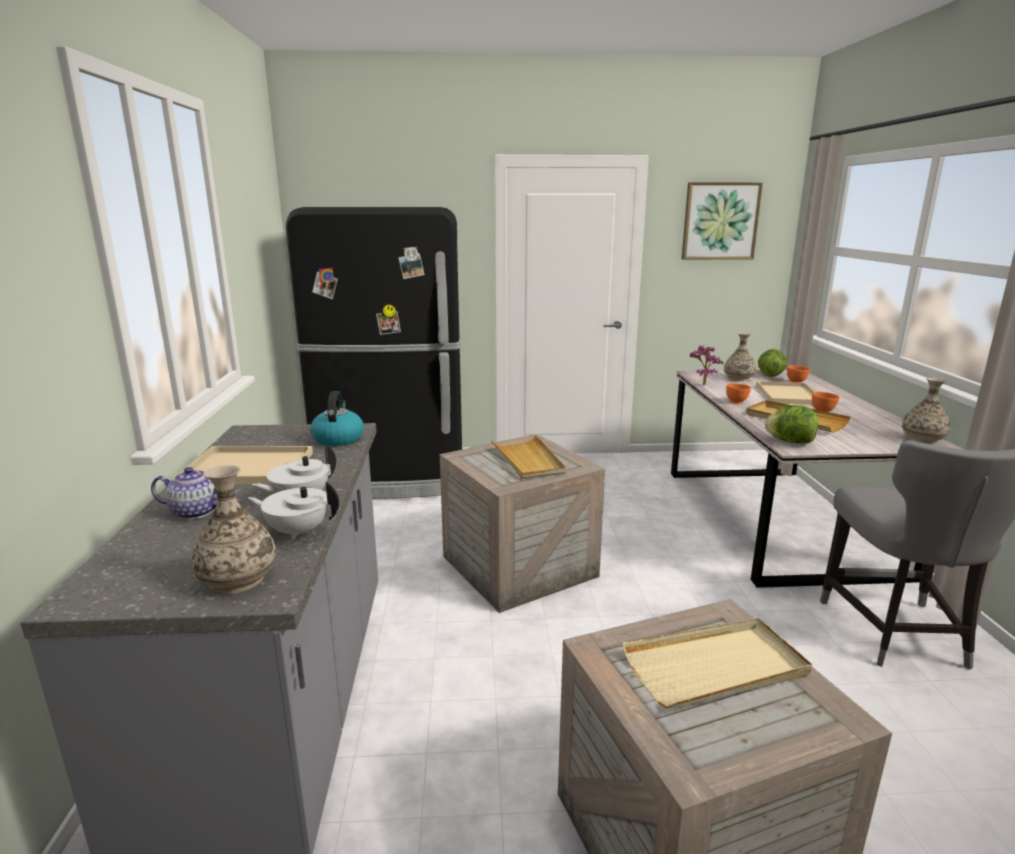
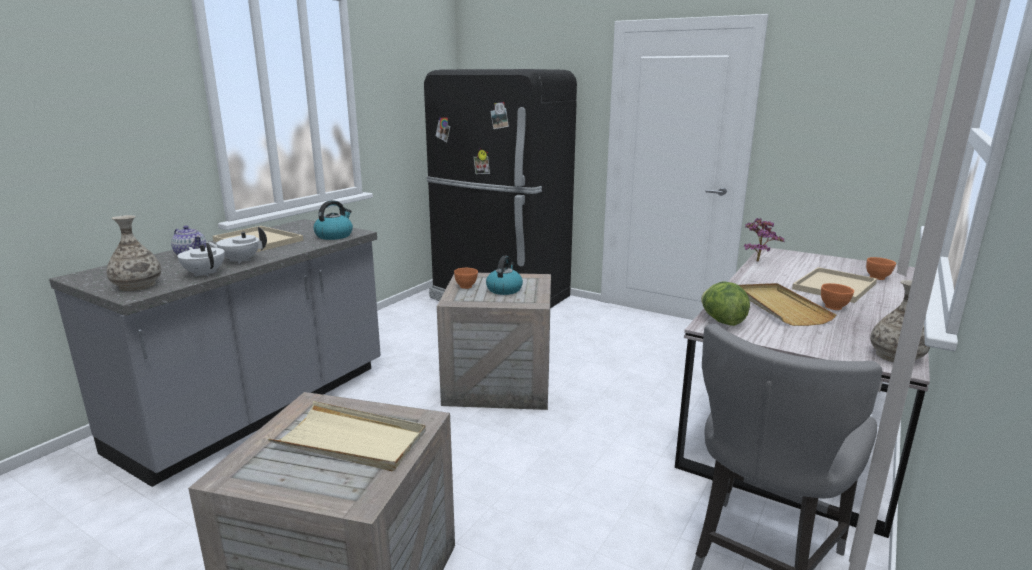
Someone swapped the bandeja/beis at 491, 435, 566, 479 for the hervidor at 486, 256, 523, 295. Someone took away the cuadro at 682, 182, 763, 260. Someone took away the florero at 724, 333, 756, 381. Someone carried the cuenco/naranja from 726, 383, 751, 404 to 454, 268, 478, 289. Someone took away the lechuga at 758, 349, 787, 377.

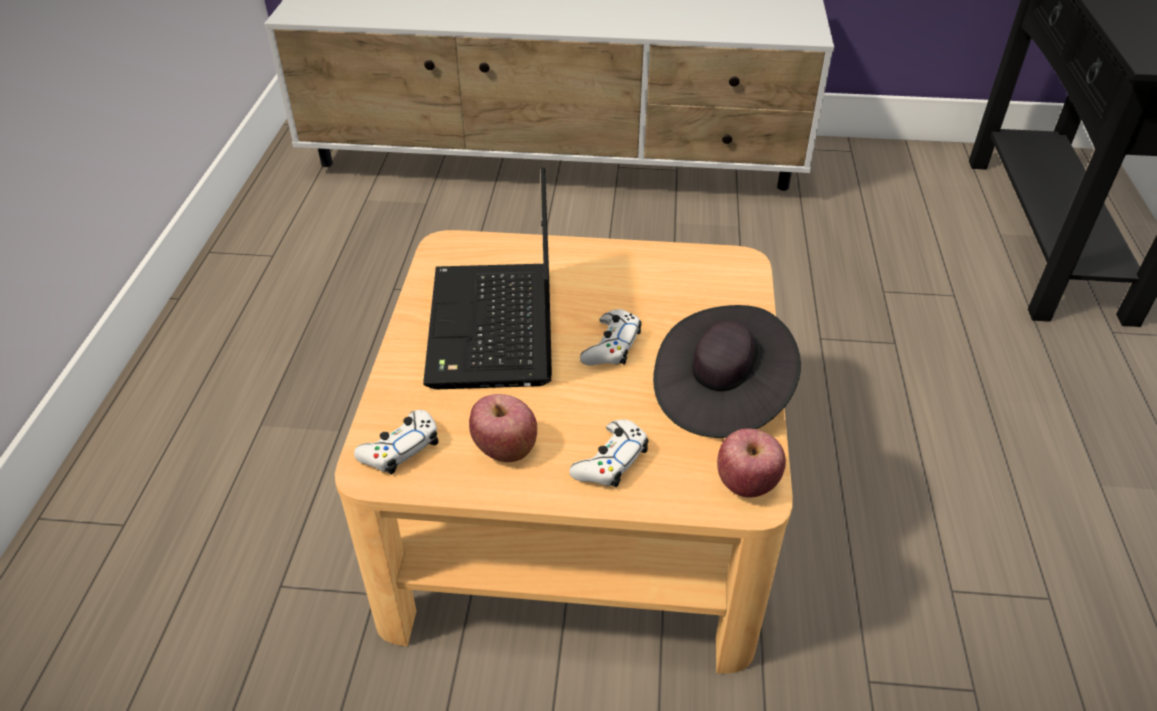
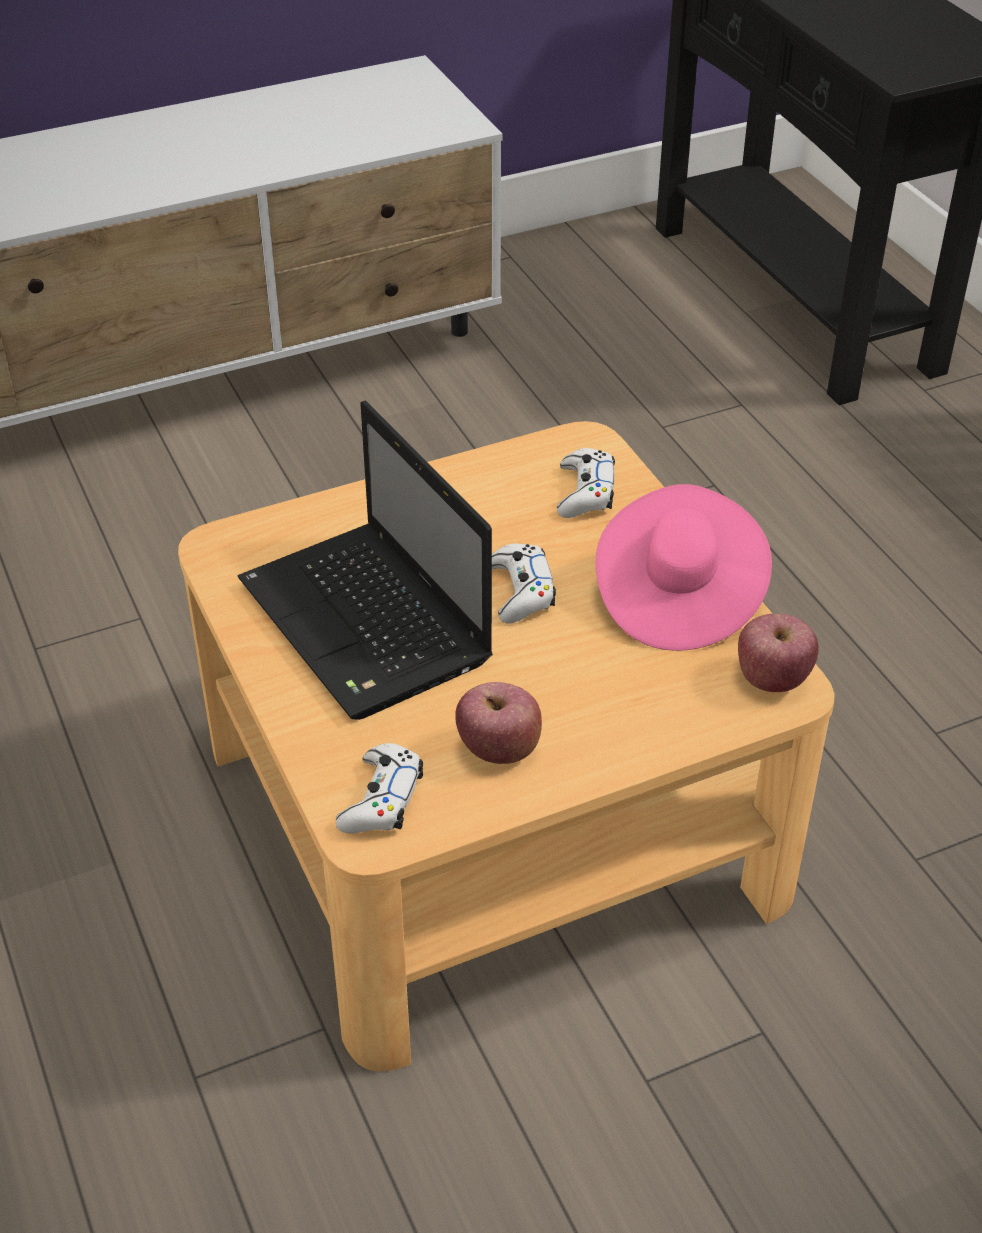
Someone carried the mando de consola/blanco from 569, 420, 649, 487 to 557, 448, 615, 518. Someone repainted the sombrero/negro at 653, 305, 801, 438, which became the sombrero/rosa at 595, 484, 772, 651.

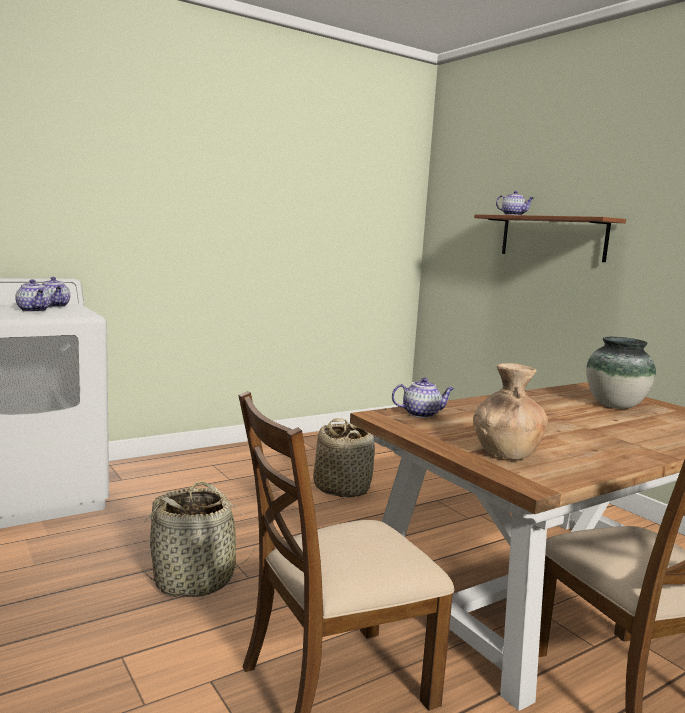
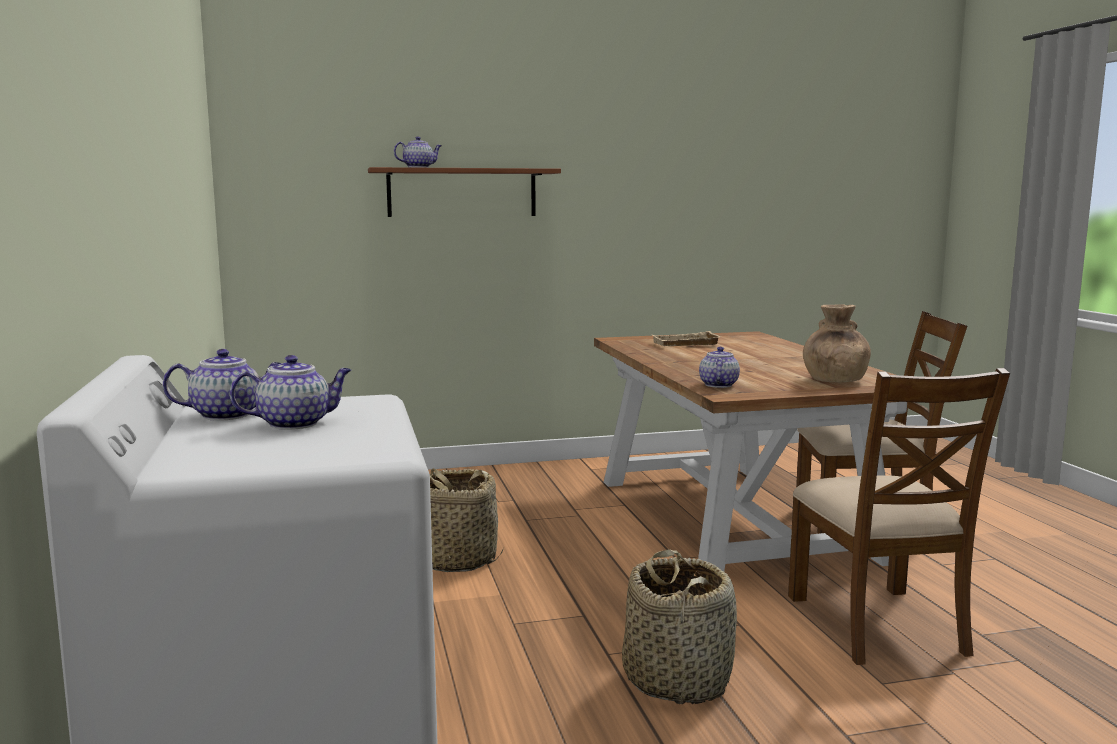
Someone swapped the florero at 586, 337, 656, 409 for the bandeja/beis at 653, 331, 721, 346.

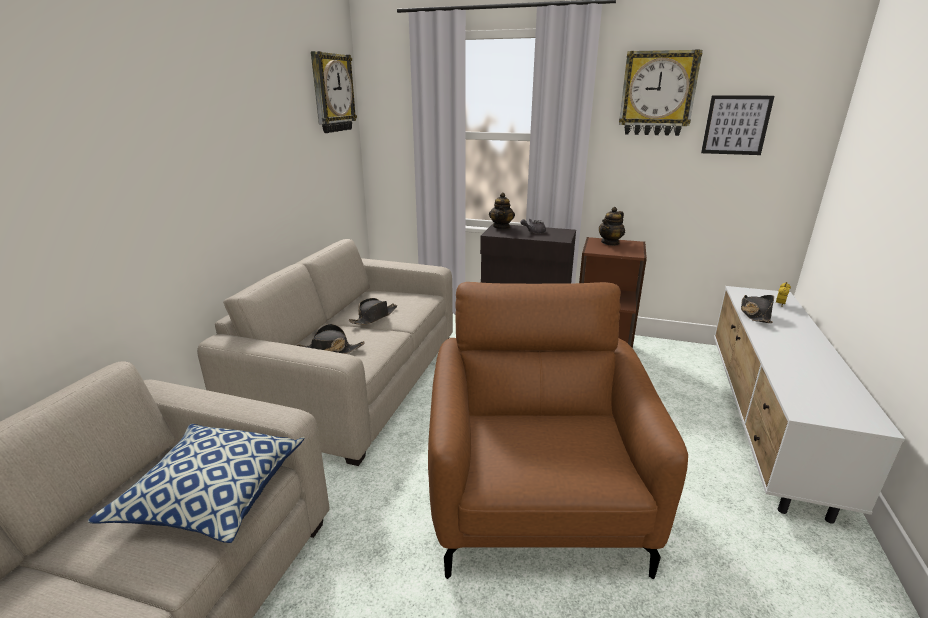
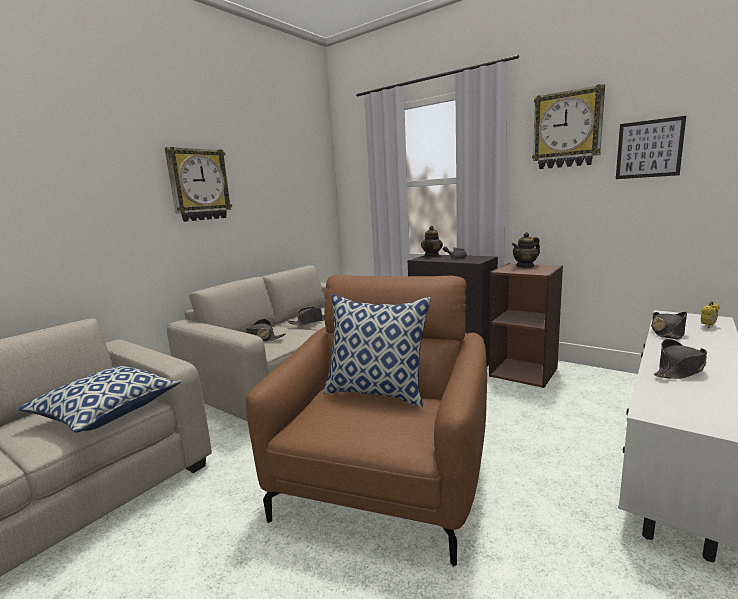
Someone carried the reloj de pared from 311, 51, 357, 133 to 165, 147, 232, 222. Someone put down the cojín at 324, 294, 431, 407. Someone put down the sombrero/negro at 654, 339, 707, 379.

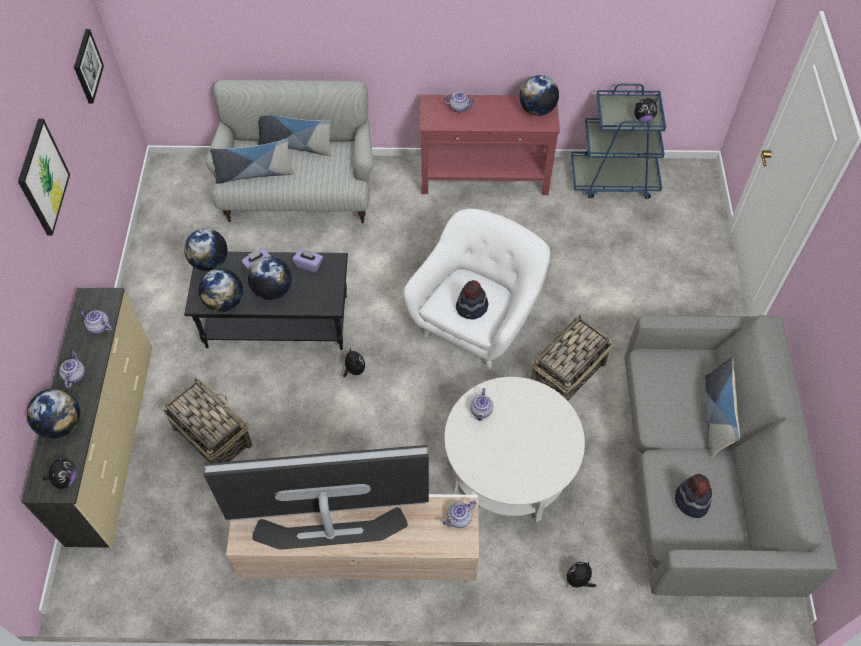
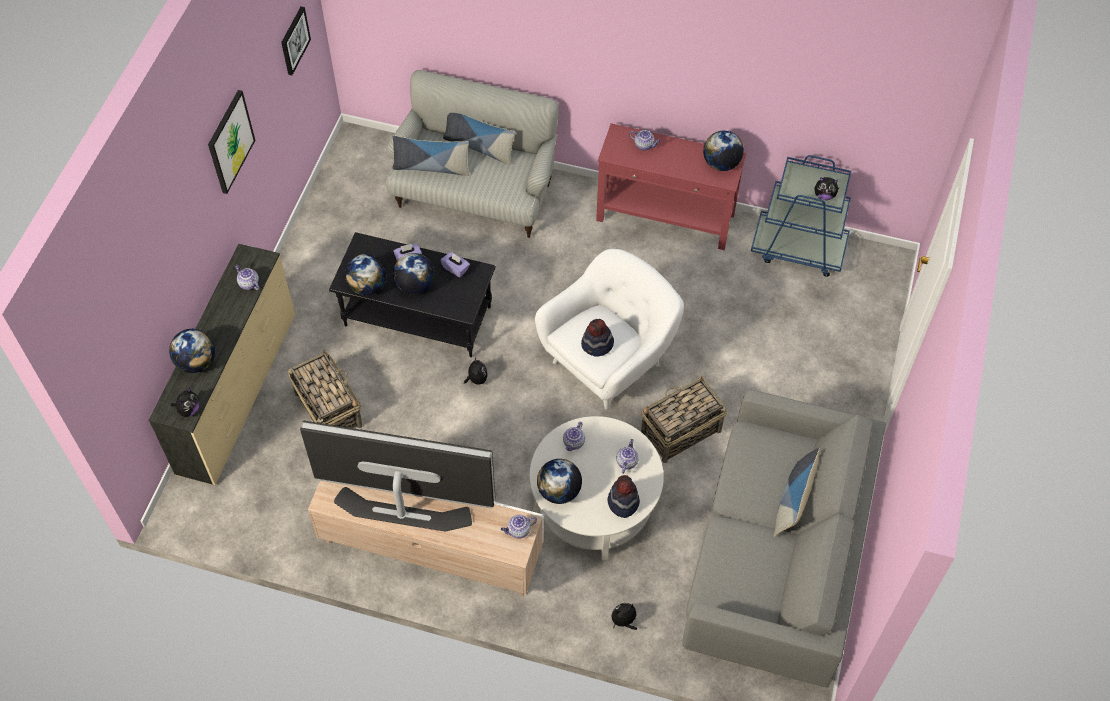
Someone carried the tetera from 59, 350, 85, 388 to 616, 439, 639, 474. Someone carried the globo terráqueo from 184, 229, 228, 271 to 537, 459, 582, 504. Someone carried the sombrero from 675, 474, 712, 518 to 608, 475, 640, 518.

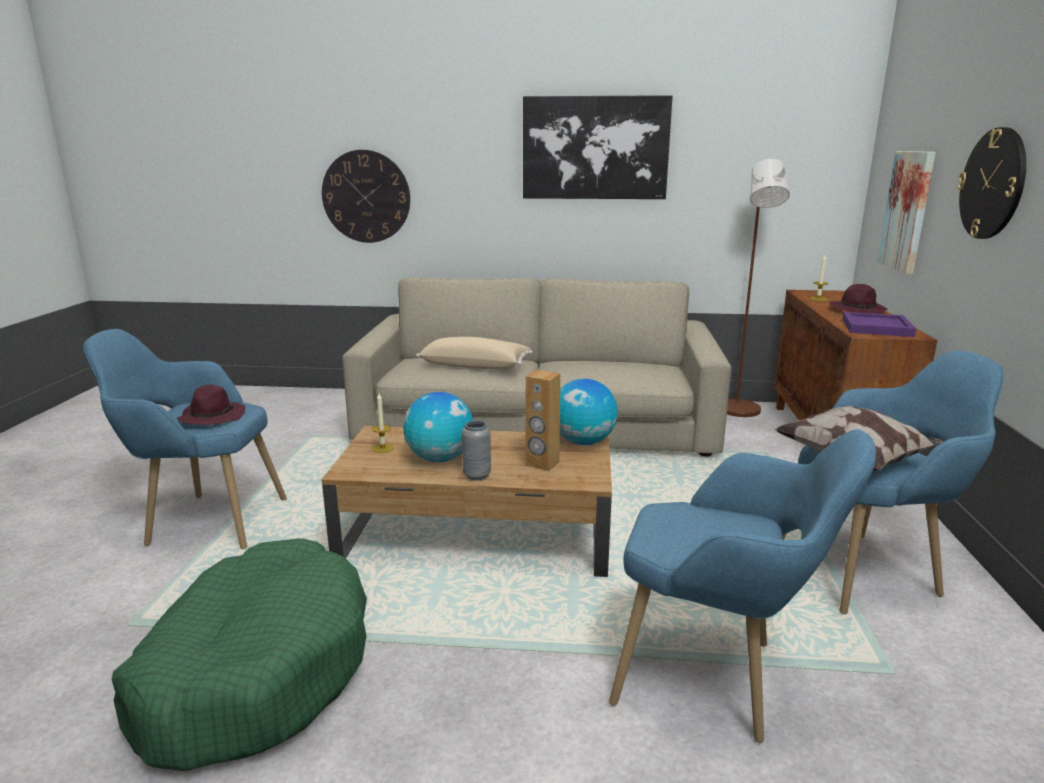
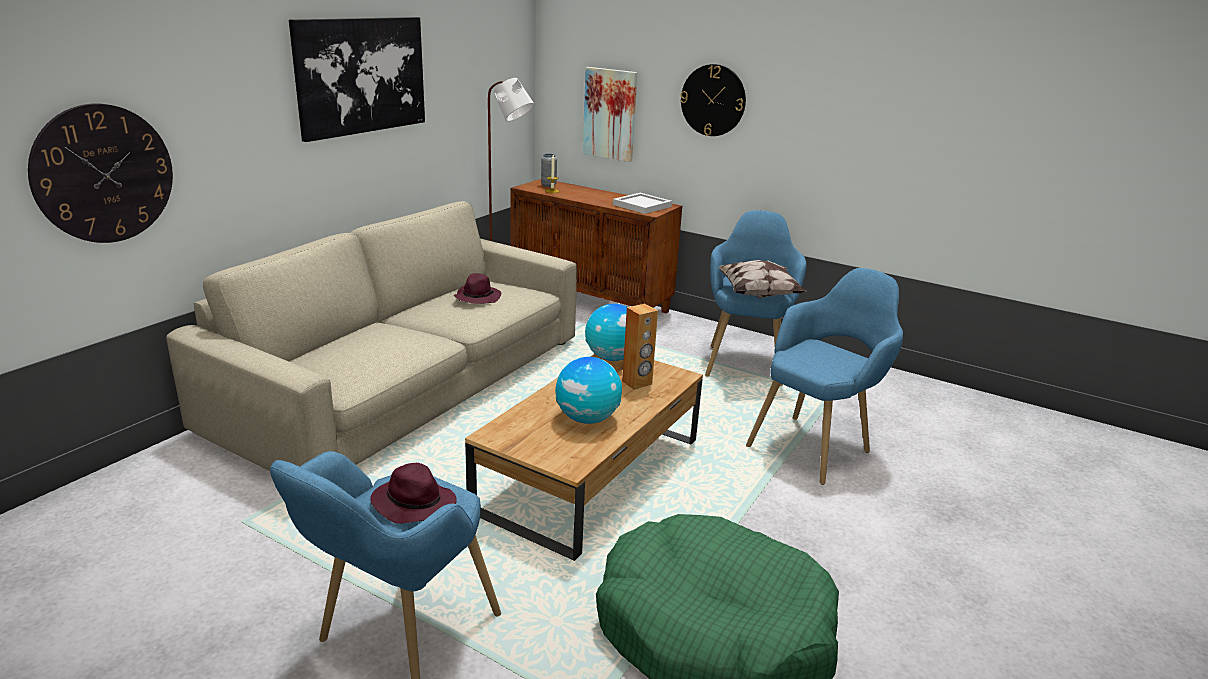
Someone took away the vela at 372, 393, 394, 453. Someone took away the cojín/beis at 416, 337, 533, 369. Someone carried the florero/gris from 462, 421, 491, 481 to 541, 153, 557, 187. Someone carried the sombrero/morado from 829, 284, 887, 314 to 454, 273, 501, 304. Someone repainted the bandeja/morado at 842, 312, 916, 337, which became the bandeja/blanco at 613, 193, 672, 214.

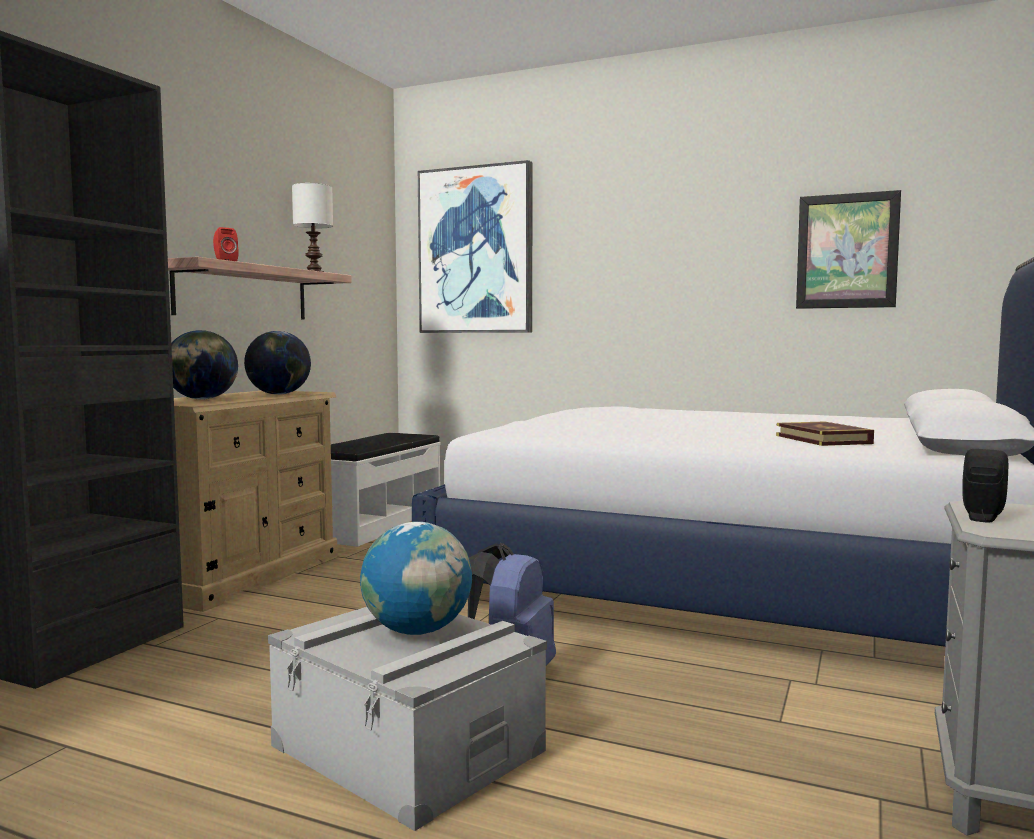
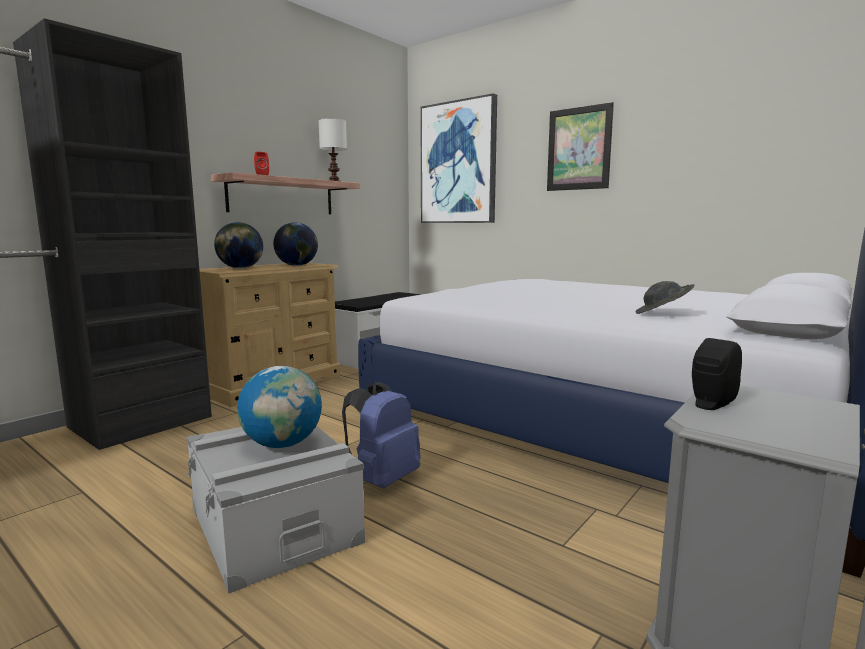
Someone swapped the libro at 776, 422, 874, 446 for the sombrero/gris at 636, 281, 694, 314. Someone carried the cuadro from 796, 190, 901, 309 to 547, 102, 614, 191.

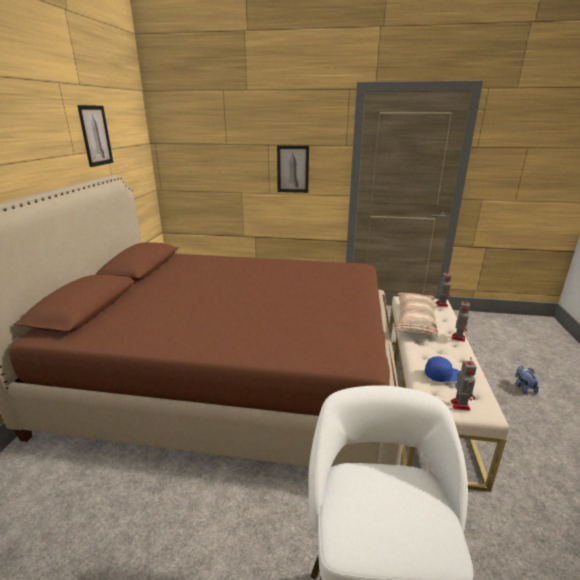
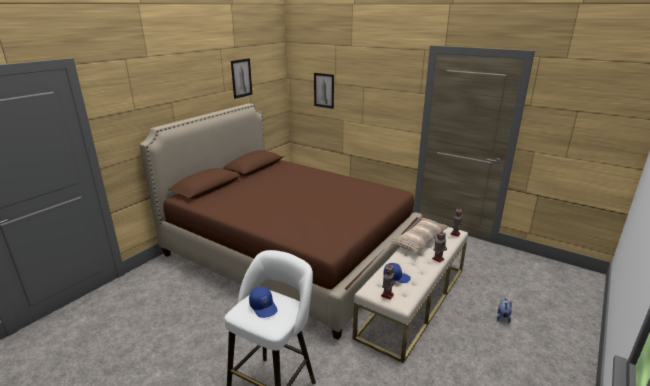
Someone carried the cuadro from 277, 145, 309, 193 to 314, 73, 334, 109. Someone put down the gorra/azul at 249, 286, 277, 318.

